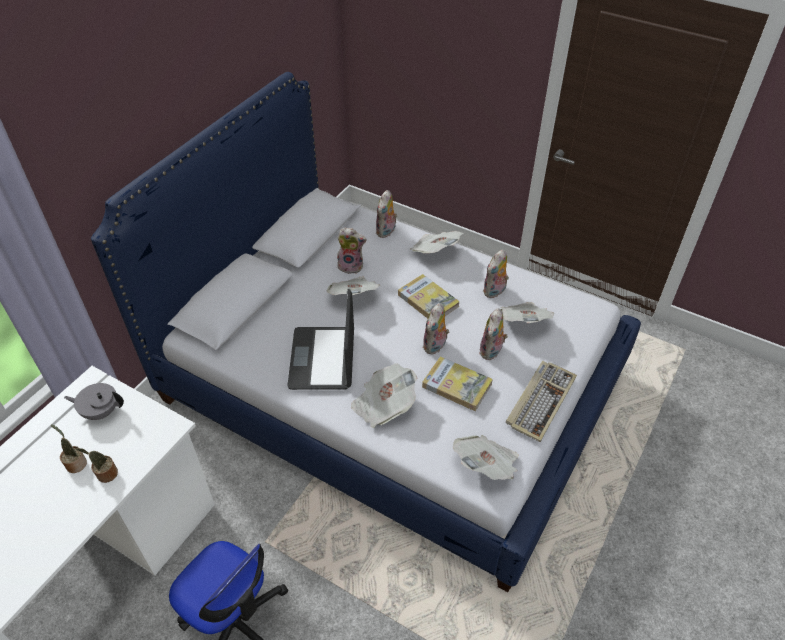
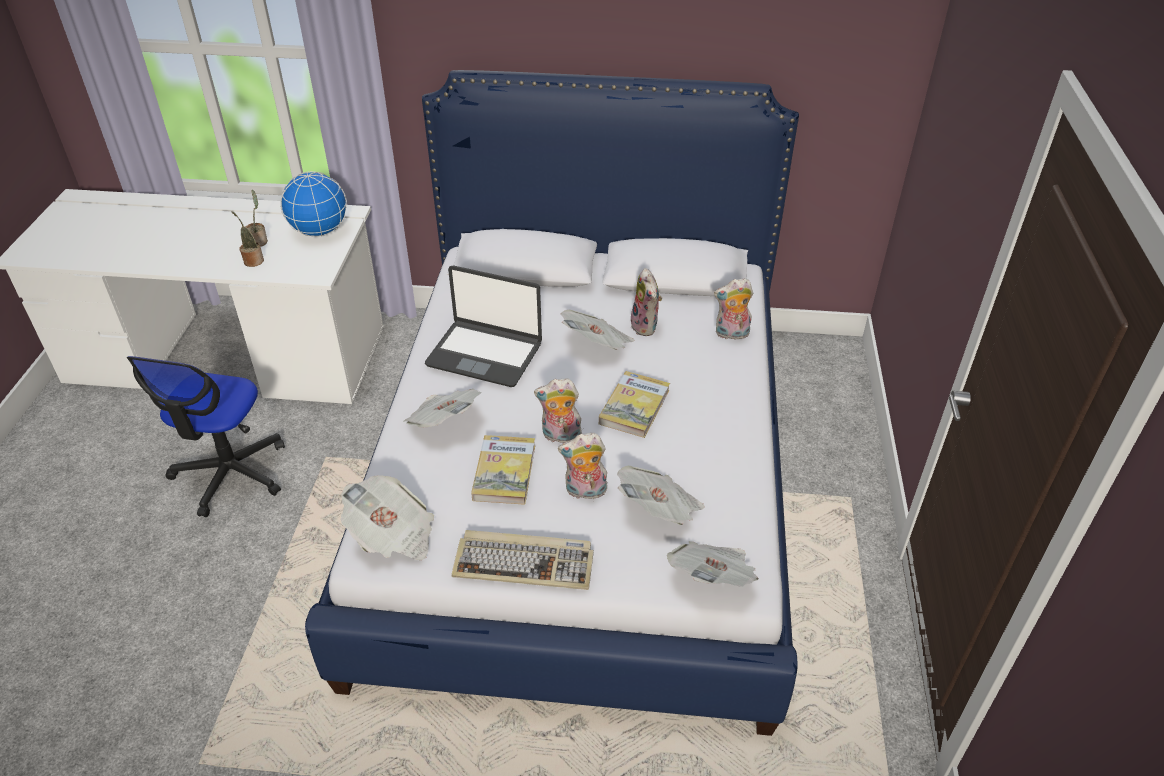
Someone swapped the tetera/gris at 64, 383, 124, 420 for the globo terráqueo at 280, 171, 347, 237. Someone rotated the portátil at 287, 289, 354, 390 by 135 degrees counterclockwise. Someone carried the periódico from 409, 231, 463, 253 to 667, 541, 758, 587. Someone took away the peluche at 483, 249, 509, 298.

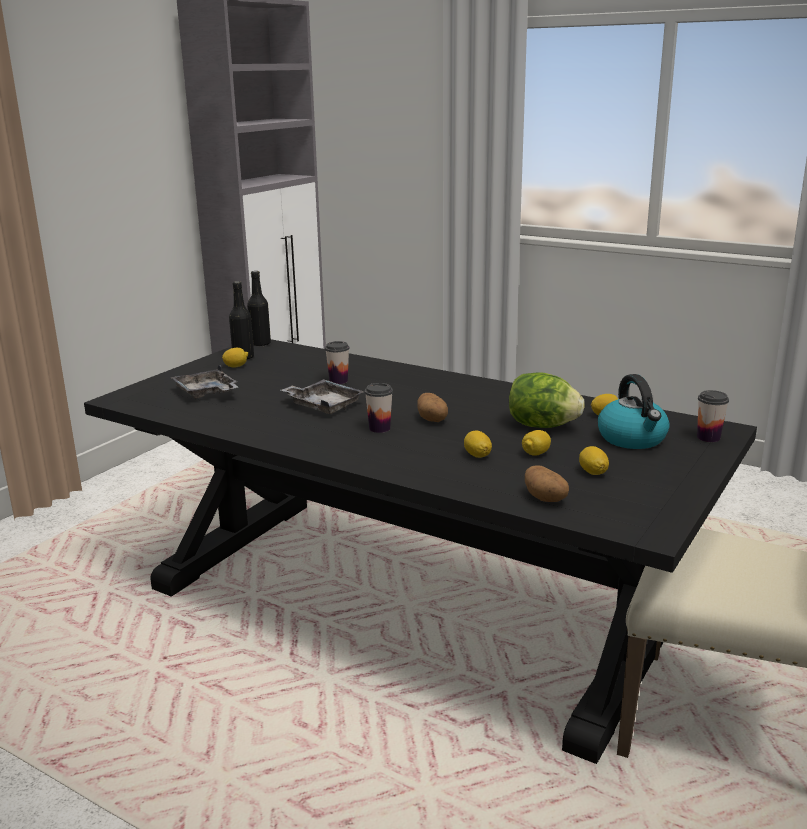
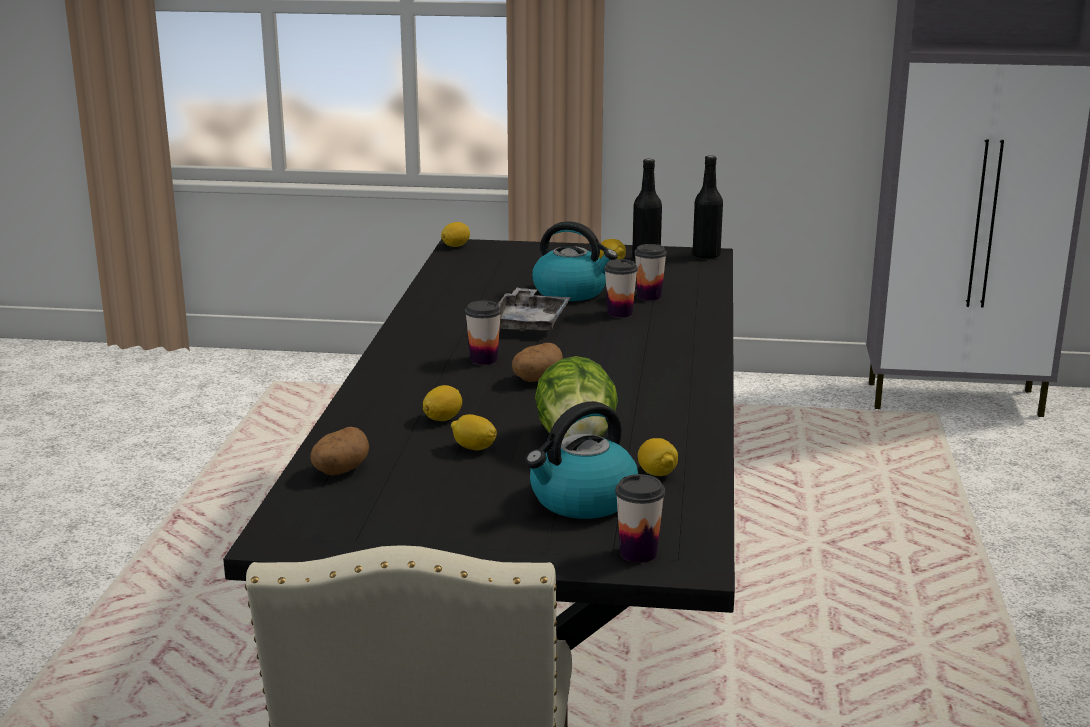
Someone took away the bandeja/gris at 171, 364, 238, 399. Someone carried the limón from 579, 446, 609, 475 to 441, 222, 470, 247. Someone put down the hervidor at 532, 221, 618, 301. Someone put down the taza at 634, 244, 667, 301.

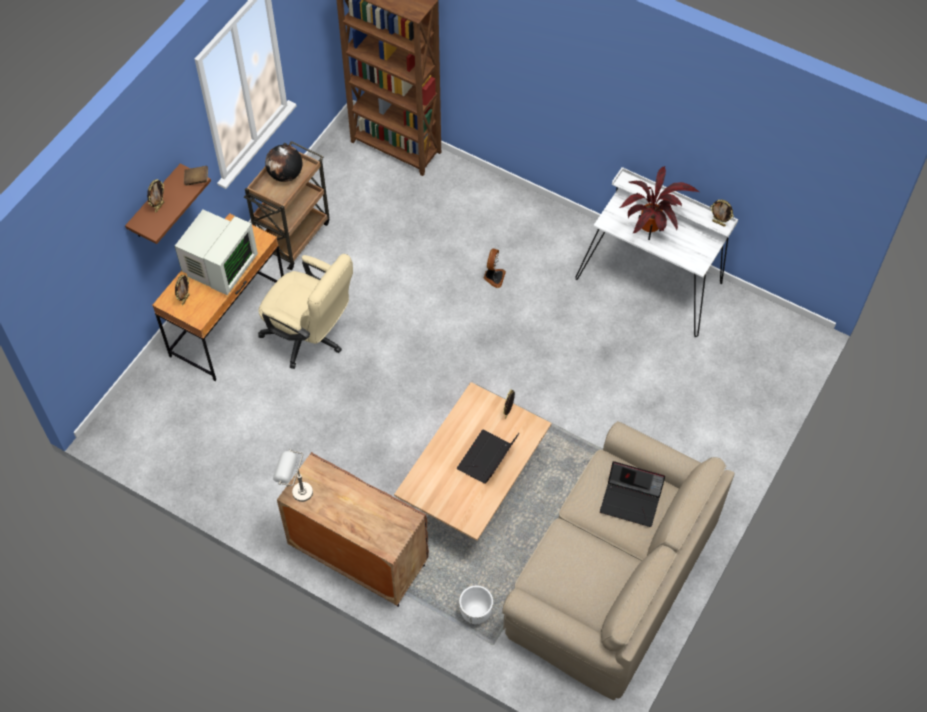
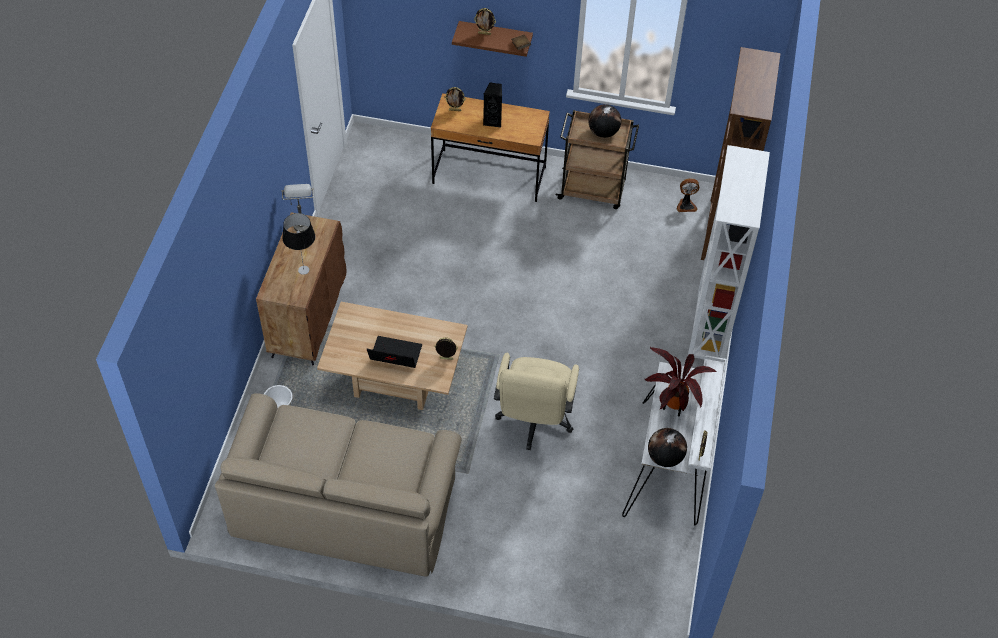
Someone swapped the monitor at 175, 210, 258, 295 for the altavoz/negro at 483, 82, 502, 127. Someone carried the silla de oficina/beis from 258, 254, 353, 369 to 494, 353, 579, 450. Someone carried the ventilador from 483, 249, 506, 288 to 677, 178, 699, 212. Someone took away the portátil at 600, 461, 665, 527. Someone put down the lámpara de mesa at 282, 213, 315, 275. Someone put down the globo terráqueo at 648, 428, 687, 467. Someone put down the estantería/blanco at 688, 145, 770, 359.

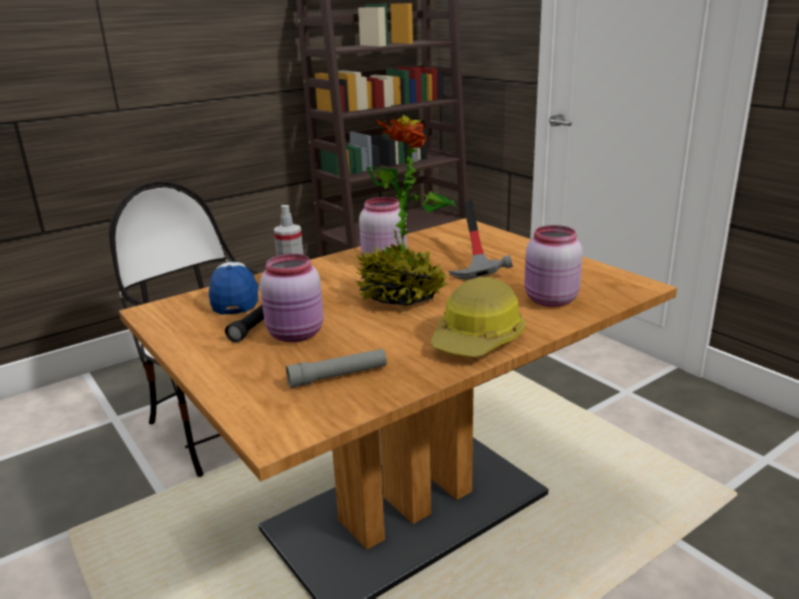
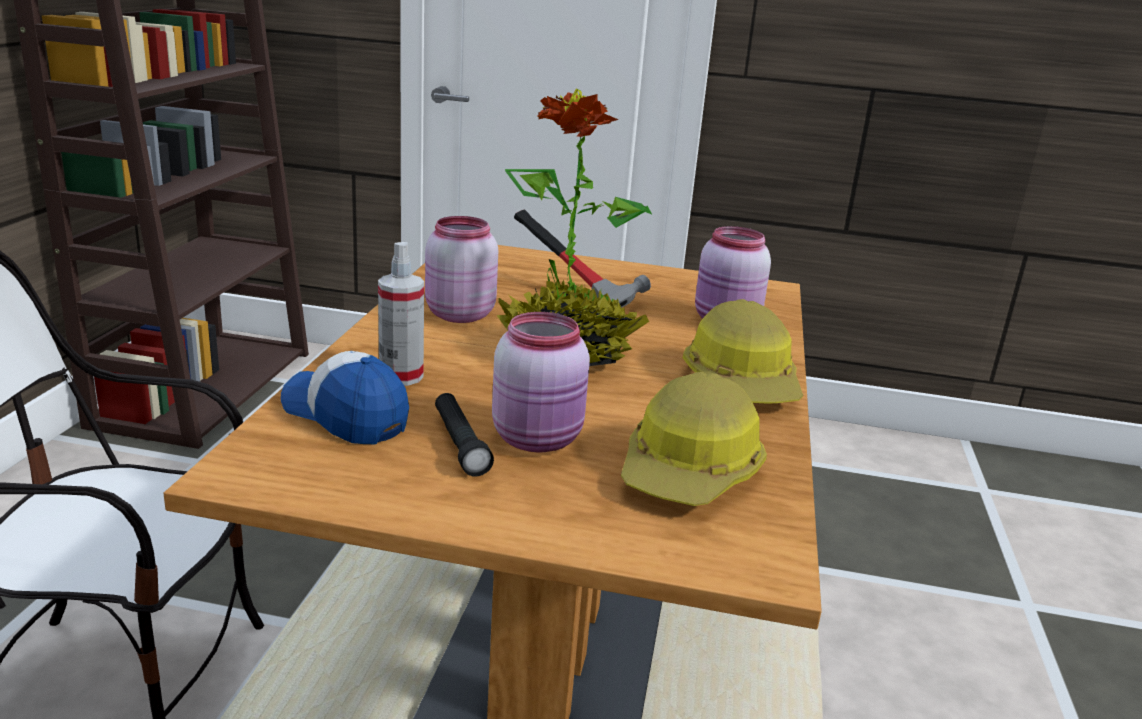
Someone swapped the linterna/gris at 286, 349, 387, 388 for the casco at 621, 372, 767, 506.

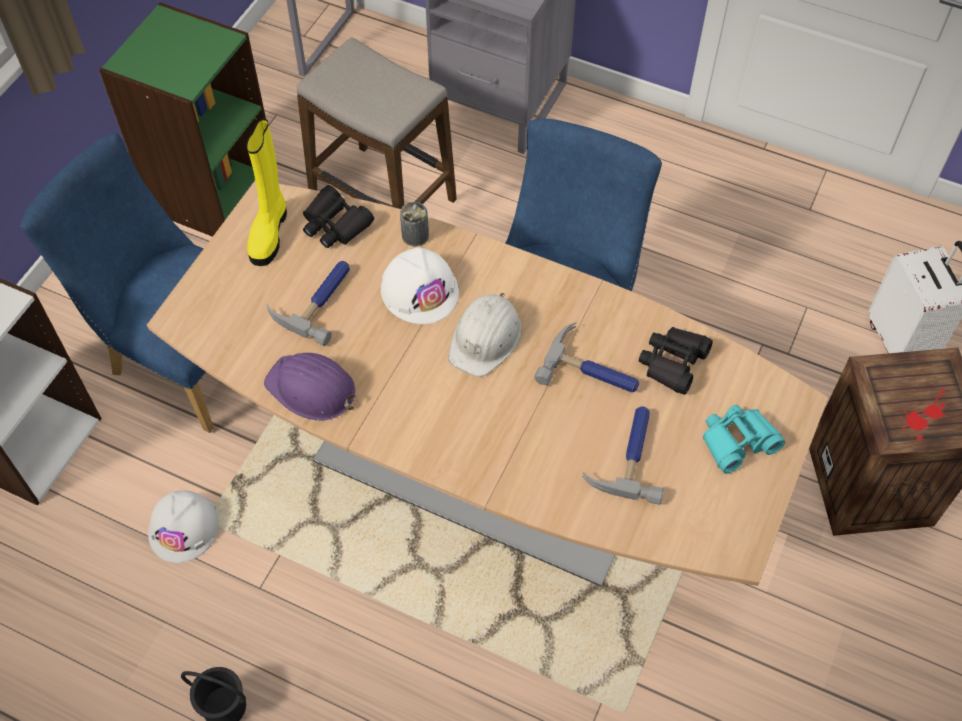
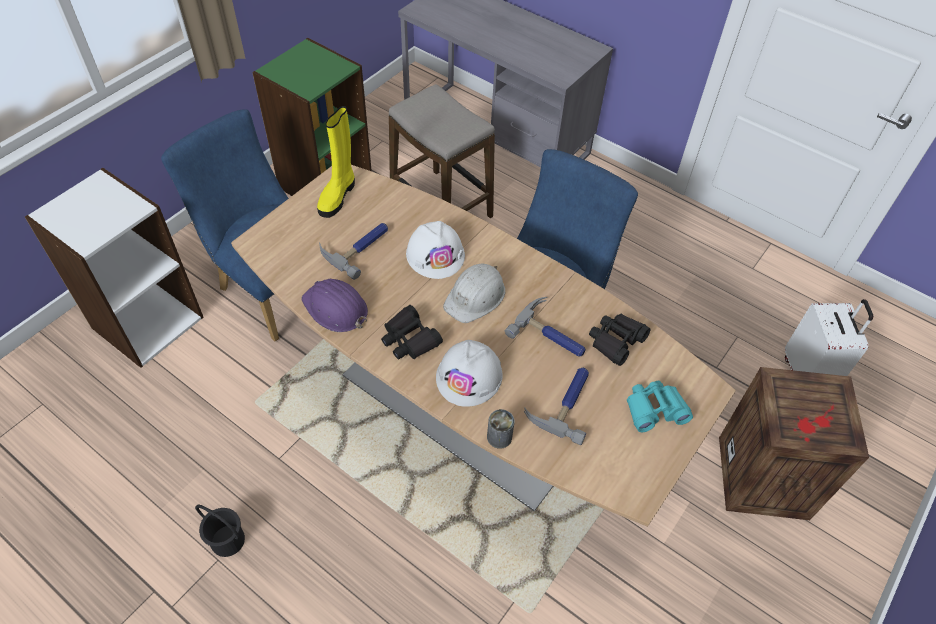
Someone carried the casco/blanco from 148, 490, 219, 563 to 436, 340, 503, 407. Someone carried the prismáticos/negro from 303, 185, 374, 248 to 381, 305, 443, 359. Someone carried the lata from 400, 202, 429, 246 to 487, 409, 515, 449.

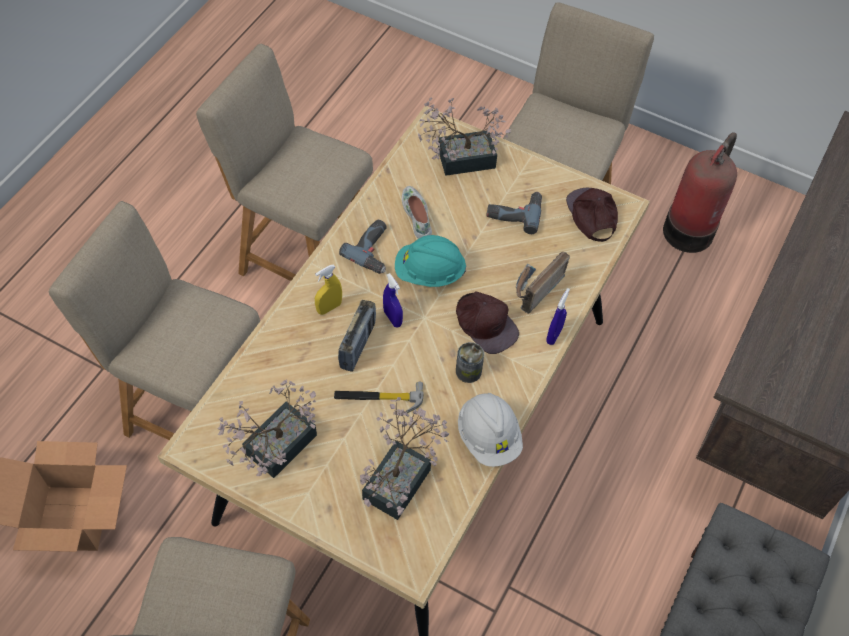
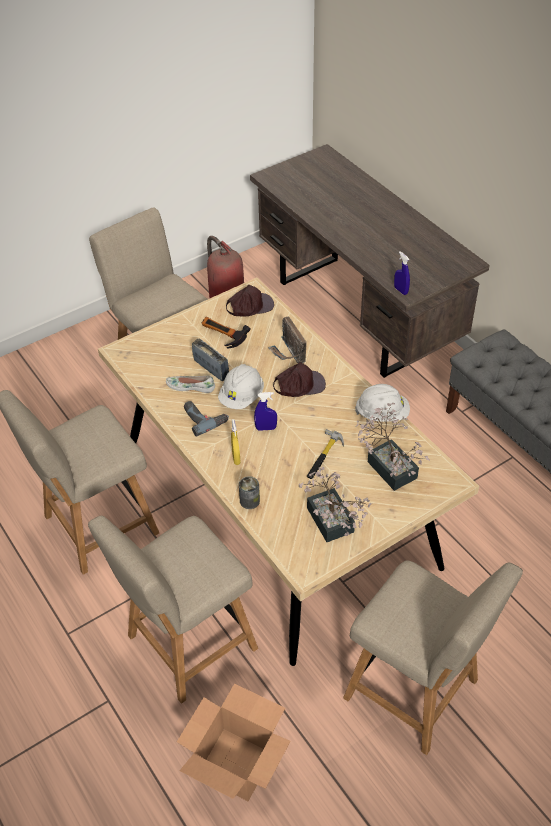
Someone carried the radio from 338, 300, 376, 372 to 192, 338, 229, 381. Someone repainted the casco/turquesa at 395, 235, 466, 287, which became the casco/blanco at 218, 364, 264, 409. Someone took away the planta en maceta at 418, 98, 511, 176. Someone carried the lata from 456, 342, 484, 383 to 239, 476, 260, 509. Someone swapped the taladro at 486, 192, 542, 234 for the martillo at 202, 317, 251, 348. Someone carried the pulverizador/azul from 546, 288, 570, 345 to 394, 251, 410, 295. Someone rotated the gorra/marrón at 566, 188, 618, 242 by 150 degrees clockwise.

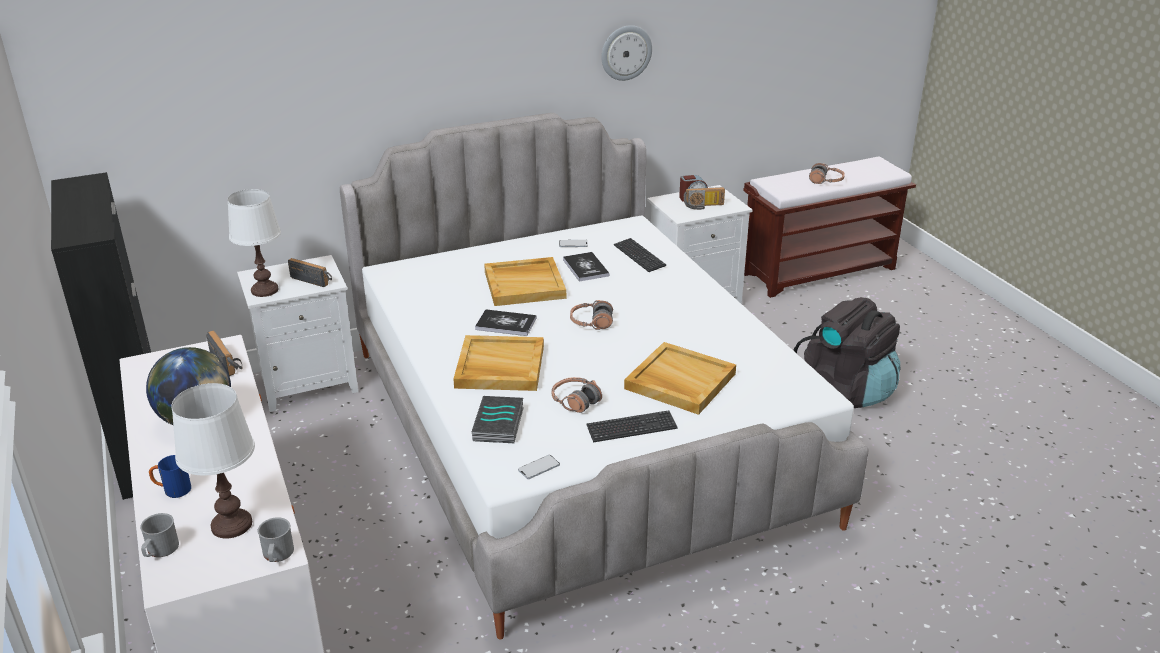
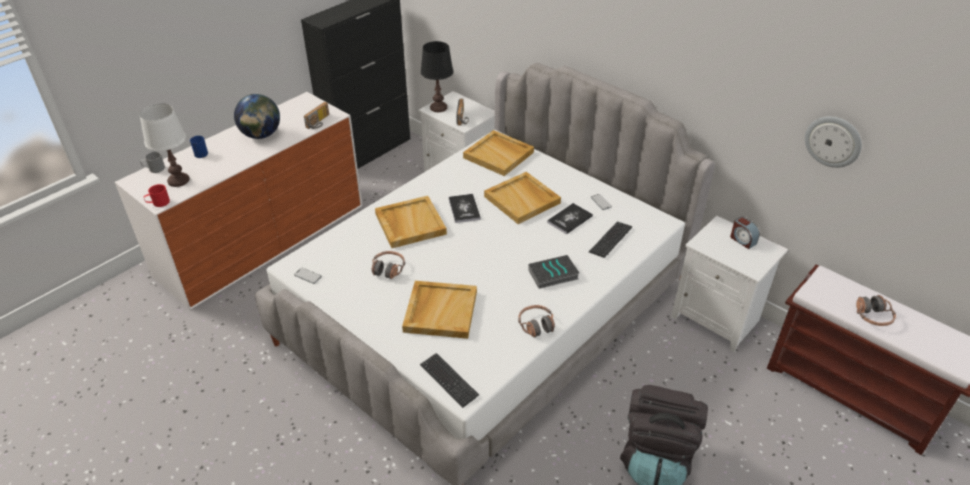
Someone repainted the lámpara de mesa/blanco at 227, 189, 281, 297, which became the lámpara de mesa/negro at 421, 41, 453, 112. Someone repainted the taza grande/gris at 258, 517, 294, 562, which became the taza grande/rojo at 144, 184, 170, 207. Someone carried the libro from 472, 396, 524, 443 to 528, 255, 579, 289. Someone carried the auriculares from 570, 300, 613, 330 to 518, 305, 555, 338. Someone carried the teclado from 586, 410, 678, 442 to 420, 353, 479, 408. Someone carried the reloj de pared from 601, 25, 652, 81 to 805, 116, 862, 168. Someone took away the radio at 684, 187, 725, 210. Someone put down the bandeja/beis at 463, 130, 534, 176.

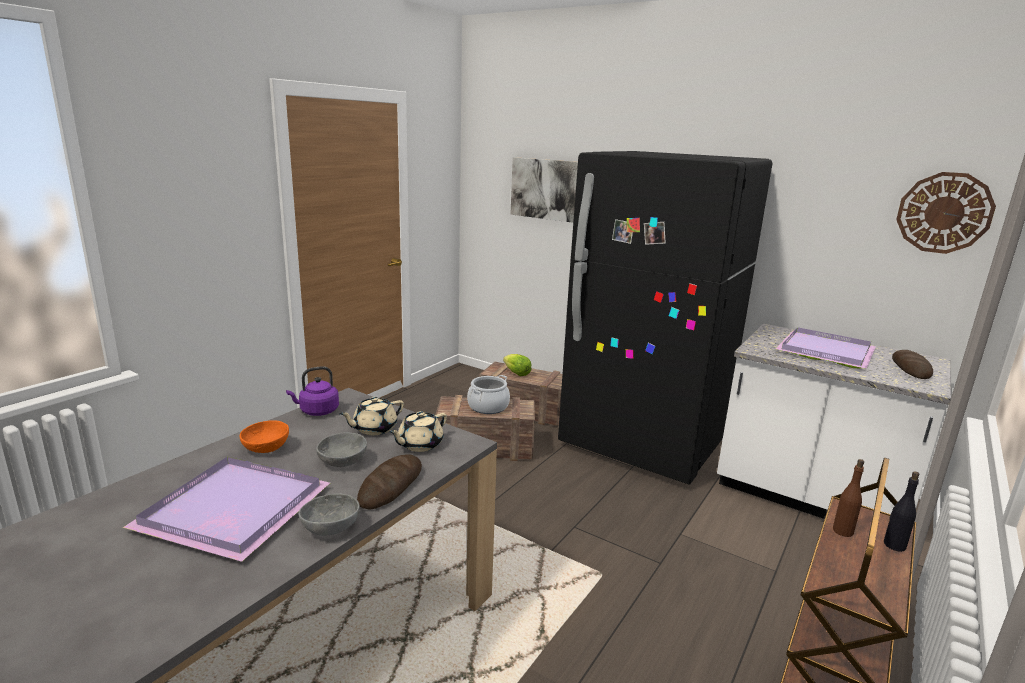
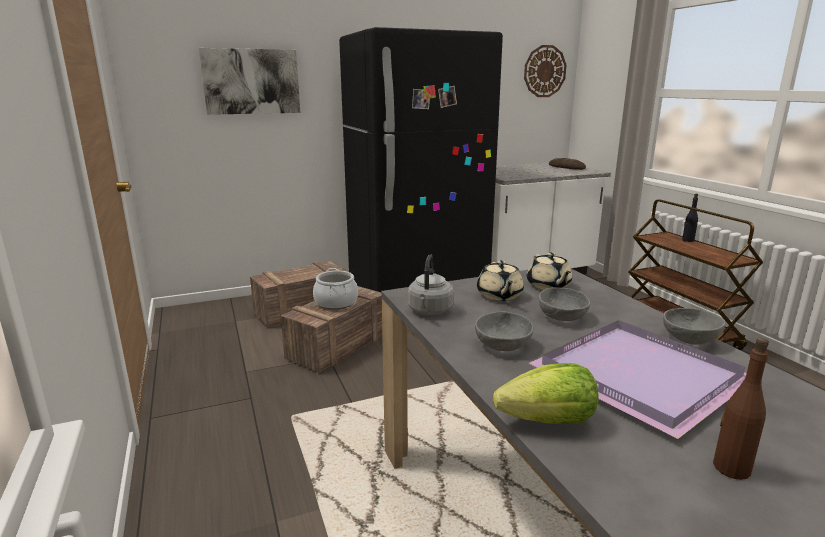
Someone repainted the cuenco/naranja at 239, 420, 289, 453, which became the cuenco/gris at 475, 311, 534, 351. Someone repainted the hervidor/morado at 286, 367, 339, 416, which became the hervidor/gris at 408, 255, 454, 315. Someone took away the pan at 357, 454, 422, 509. Someone carried the lechuga from 503, 354, 532, 376 to 493, 363, 599, 424. Someone took away the bandeja/morado at 776, 327, 876, 369. Someone carried the botella/marrón from 833, 459, 864, 537 to 713, 338, 769, 480.

